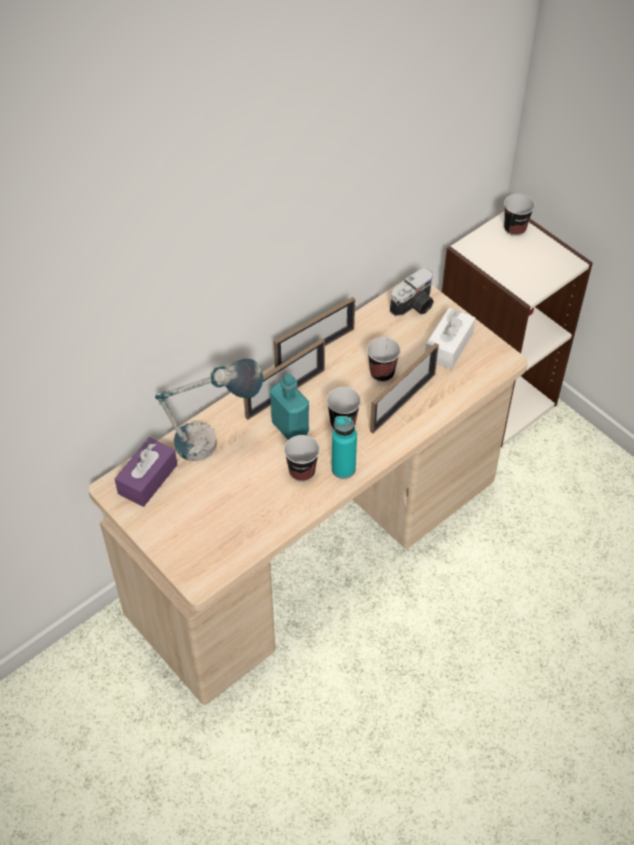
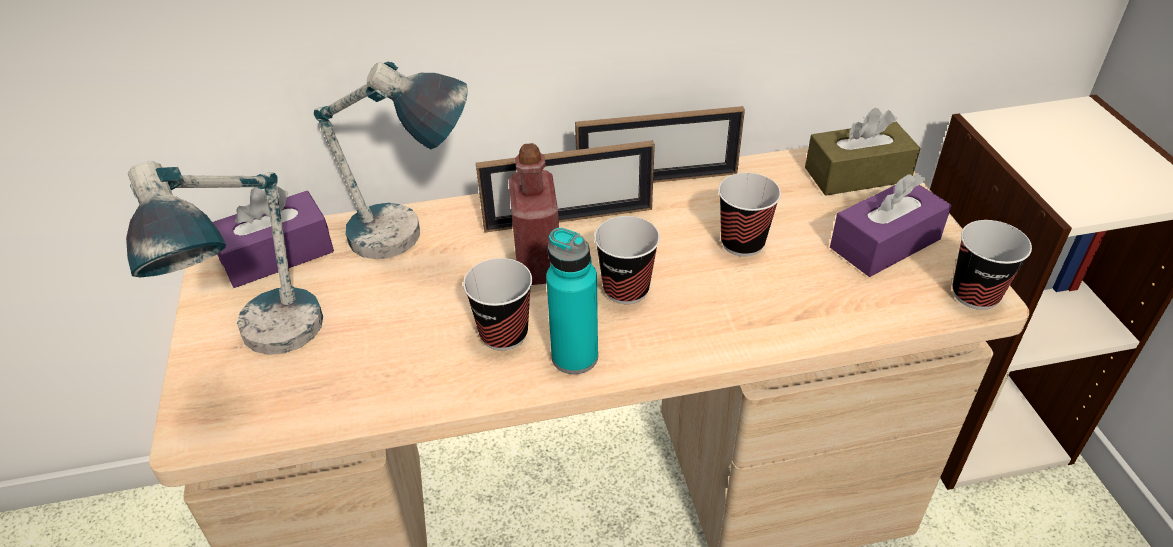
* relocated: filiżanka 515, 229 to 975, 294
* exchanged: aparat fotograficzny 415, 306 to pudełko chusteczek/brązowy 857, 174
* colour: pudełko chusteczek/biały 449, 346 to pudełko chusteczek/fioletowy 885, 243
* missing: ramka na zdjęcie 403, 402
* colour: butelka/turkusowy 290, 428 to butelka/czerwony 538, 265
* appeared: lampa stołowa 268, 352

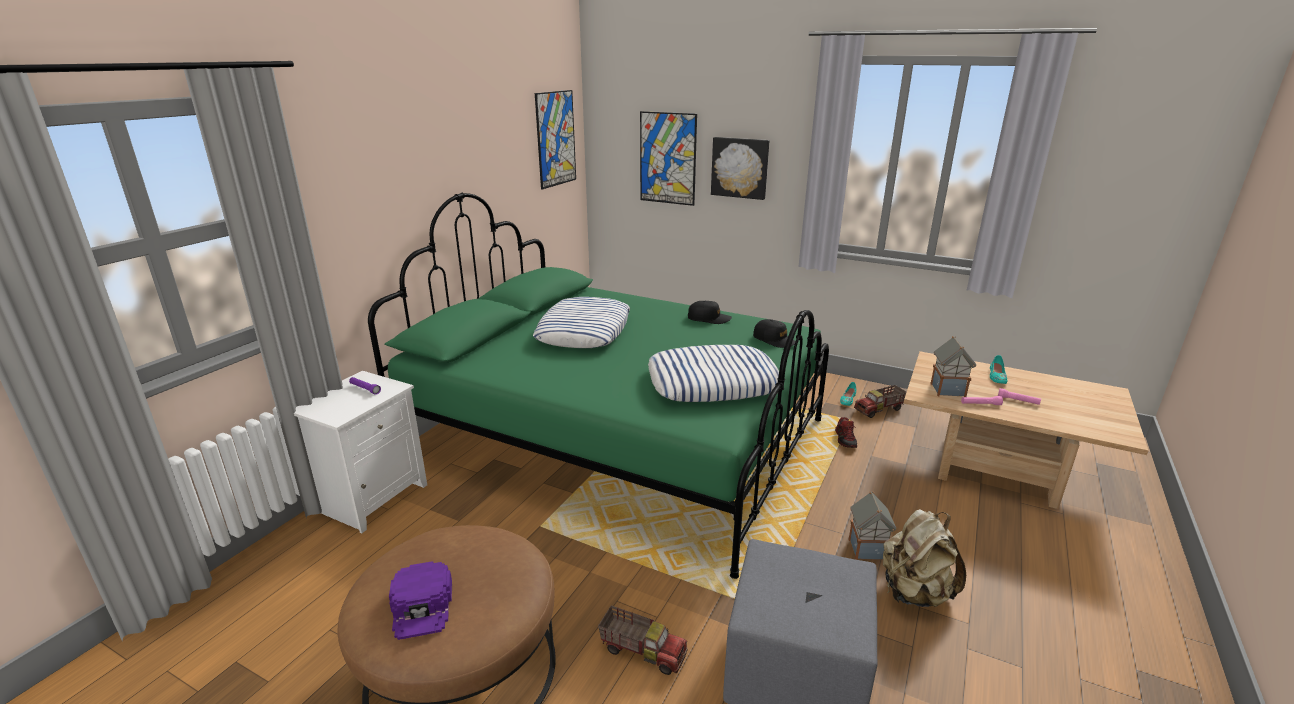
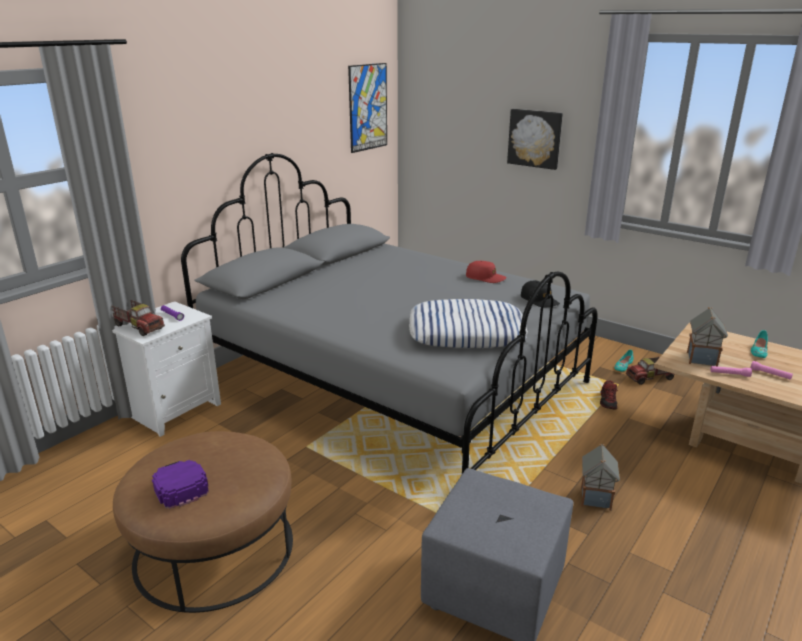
* missing: obraz 667, 158
* colour: łóżko/zielony 618, 439 to łóżko/szary 393, 382
* missing: poduszka 584, 330
* colour: czapka z daszkiem/czarny 709, 318 to czapka z daszkiem/czerwony 485, 278
* missing: plecak/beżowy 914, 592
* spun: czapka z daszkiem/fioletowy 422, 605 = 178, 485 150 degrees clockwise
* relocated: ciężarówka zabawkowa 643, 651 to 138, 326

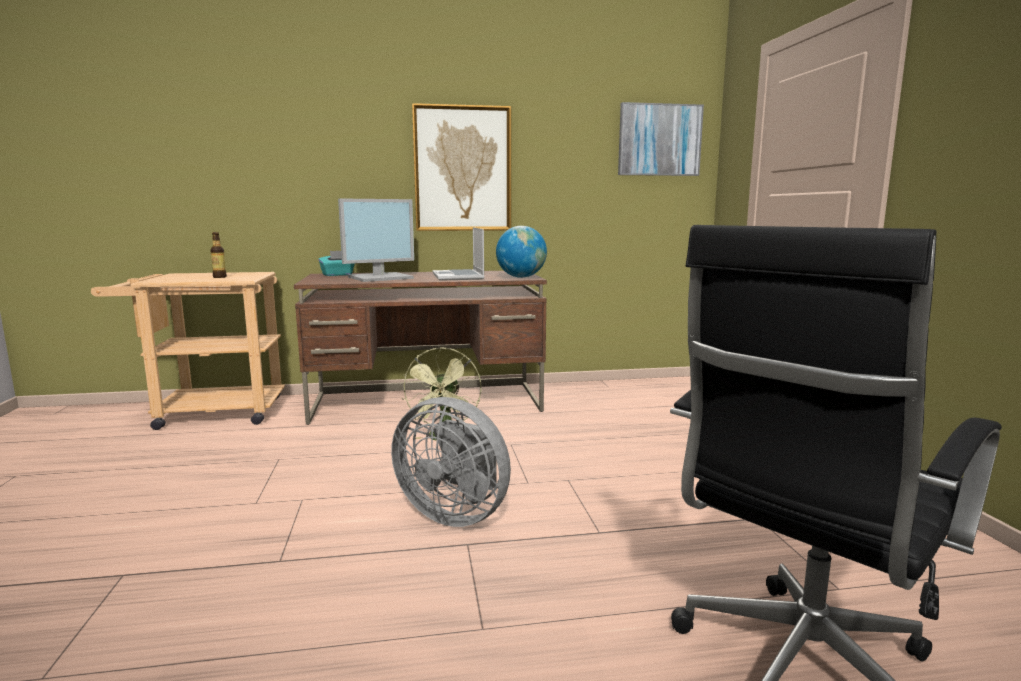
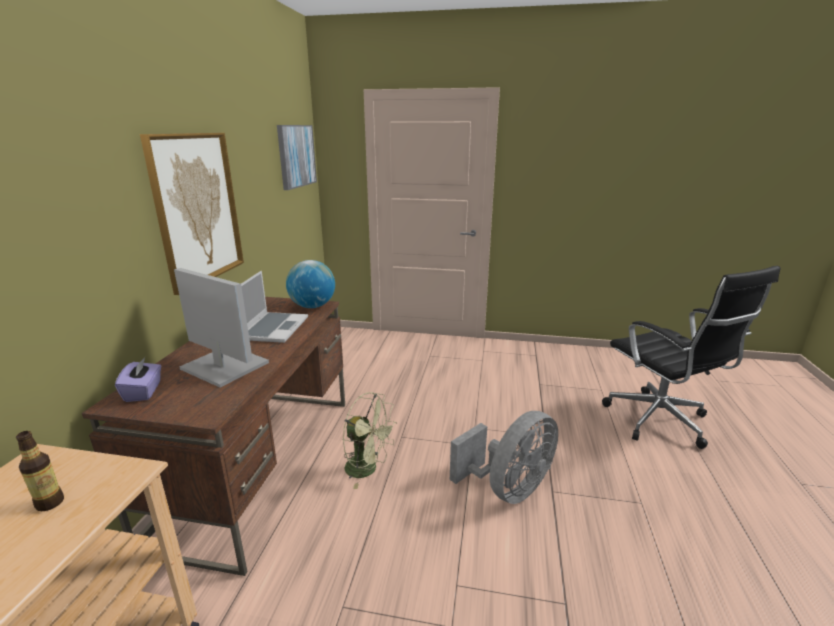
* spun: monitor 381, 277 = 223, 366 45 degrees counterclockwise
* spun: laptop 459, 277 = 274, 328 90 degrees counterclockwise
* colour: pudełko chusteczek/turkusowy 337, 275 to pudełko chusteczek/fioletowy 144, 392

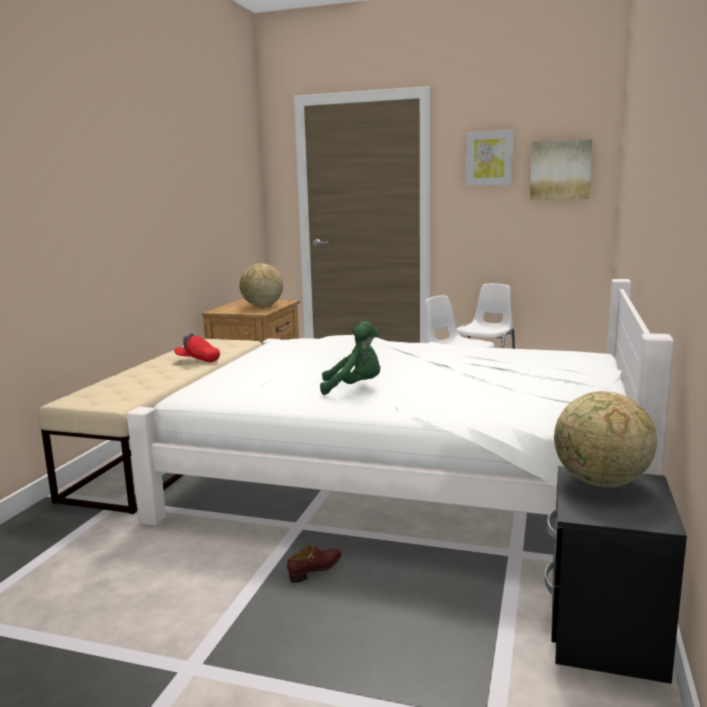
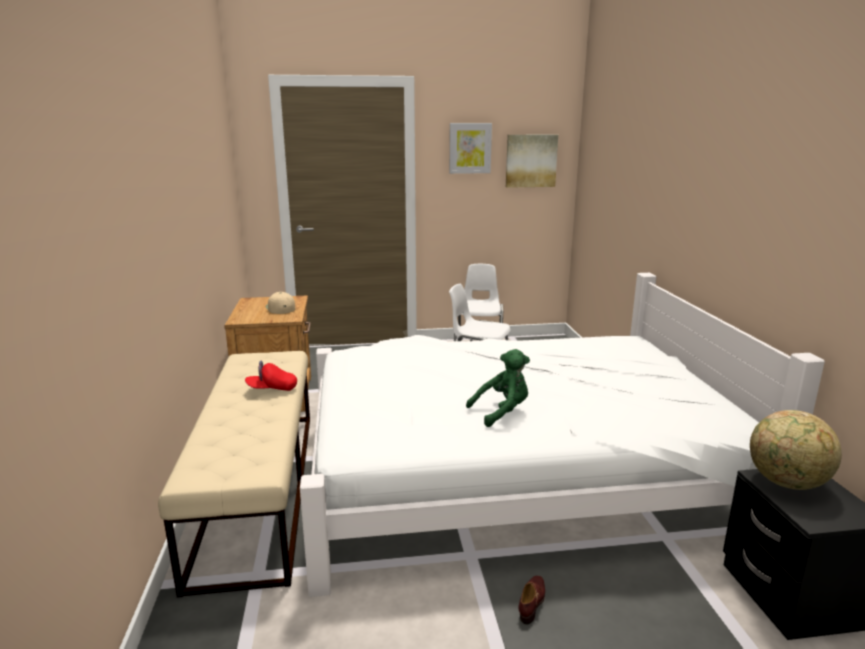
* exchanged: globus 262, 306 to czapka z daszkiem/beżowy 280, 308

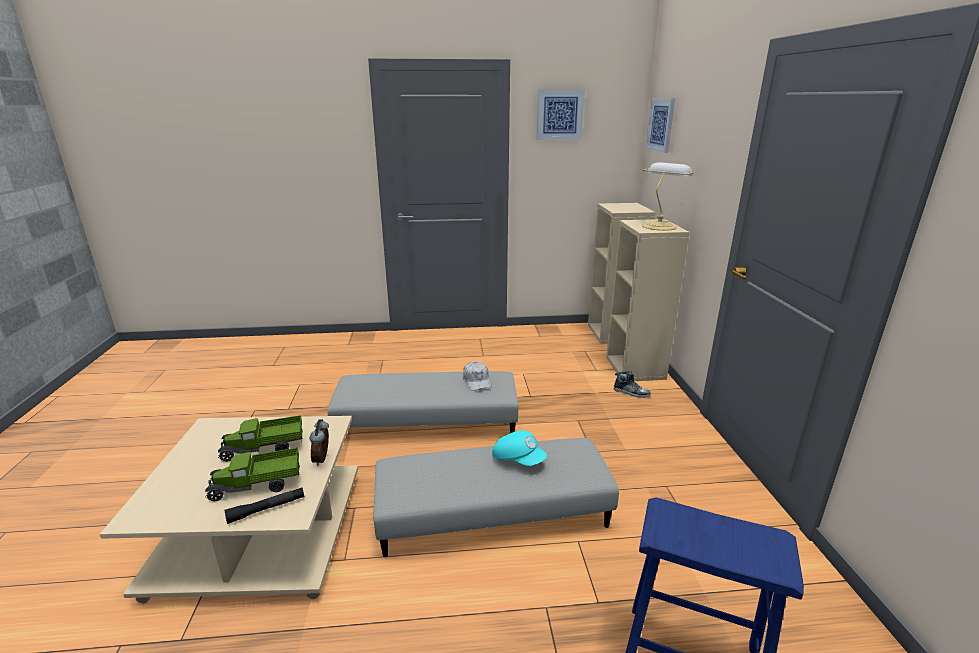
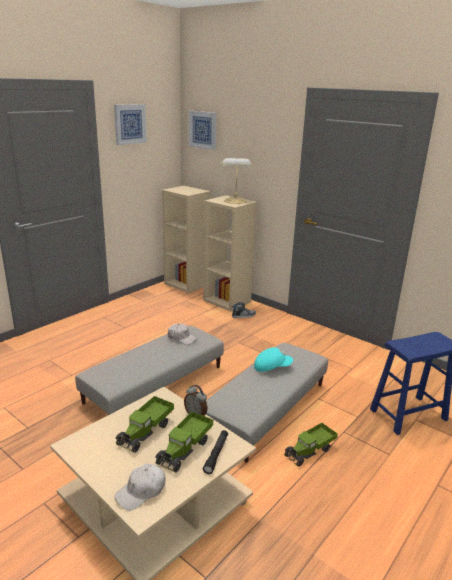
* appeared: ciężarówka zabawkowa 310, 451
* appeared: czapka z daszkiem/biały 141, 491

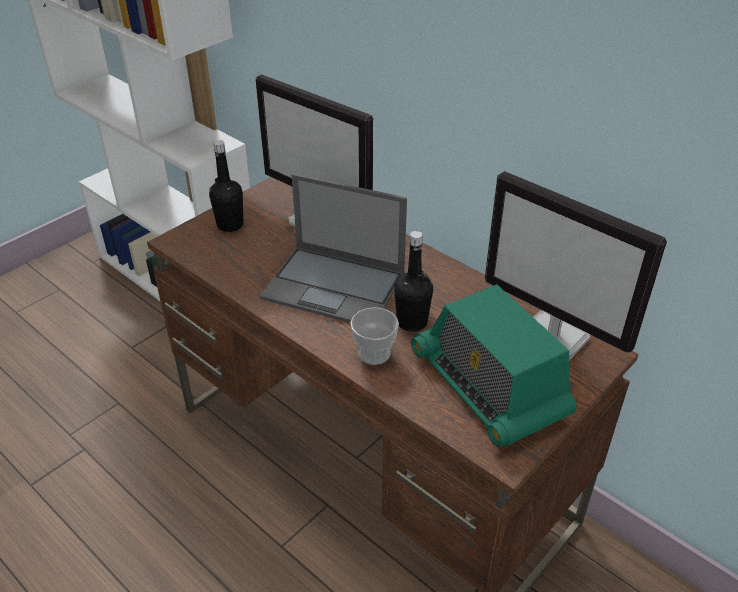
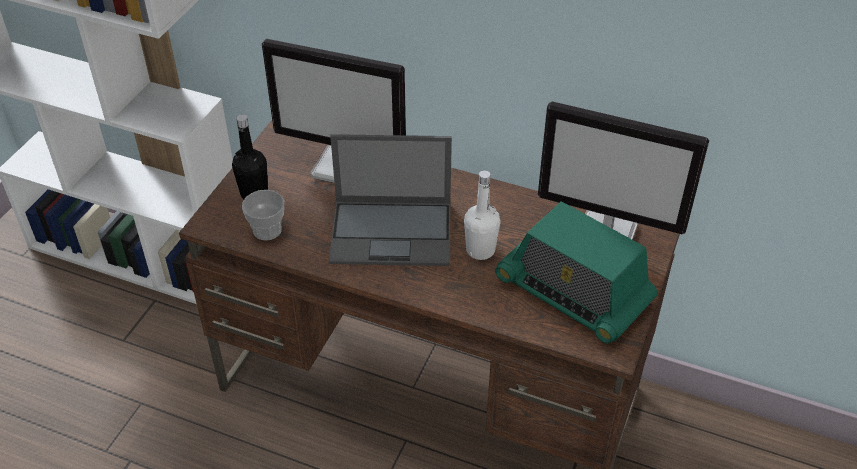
* colour: butelka/czarny 412, 322 to butelka/biały 480, 250
* relocated: filiżanka 374, 353 to 267, 230

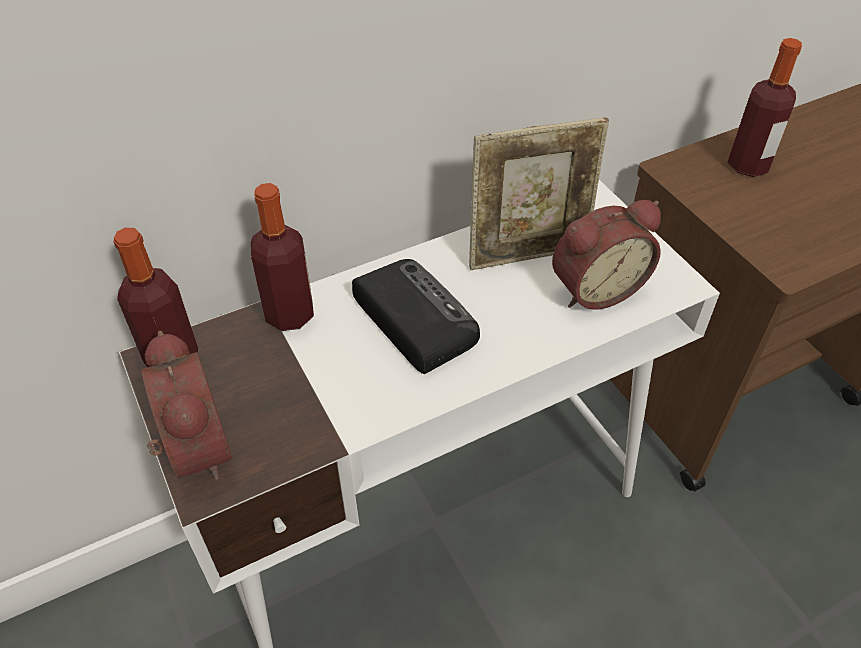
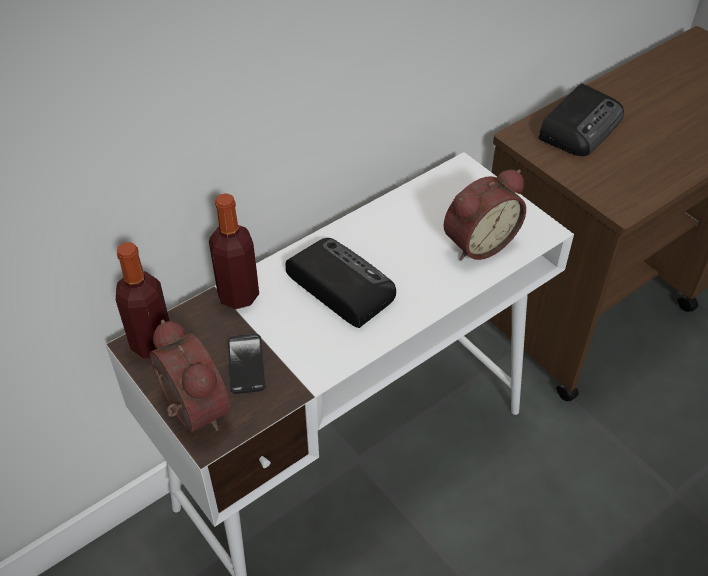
* exchanged: butelka 748, 165 to radio 580, 126
* missing: ramka na zdjęcie 528, 254
* appeared: telefon 246, 364

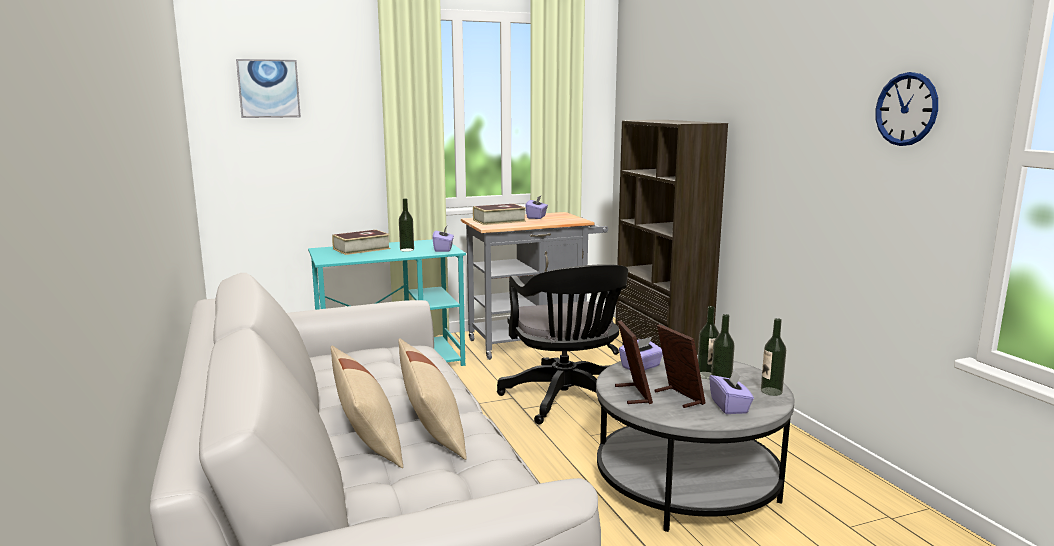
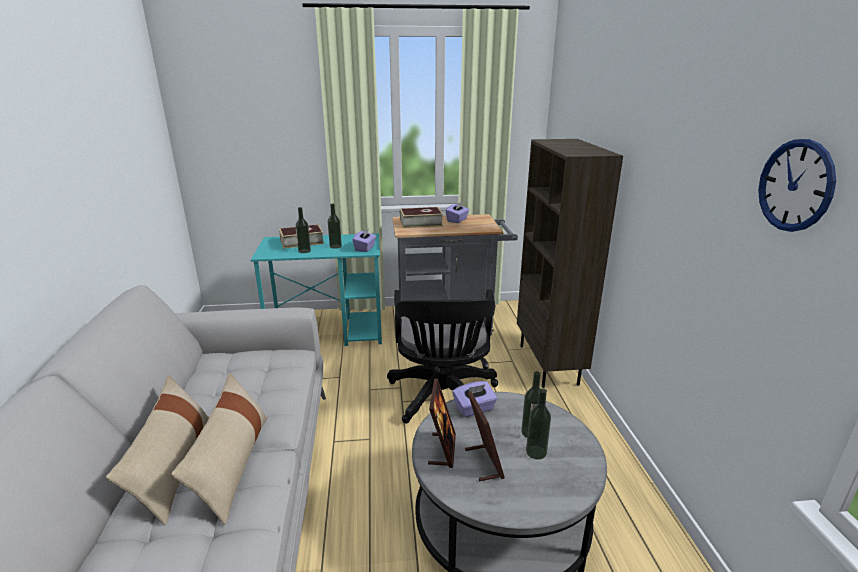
* missing: obraz 268, 88
* relocated: butelka 771, 391 to 304, 251
* missing: pudełko chusteczek/fioletowy 730, 406

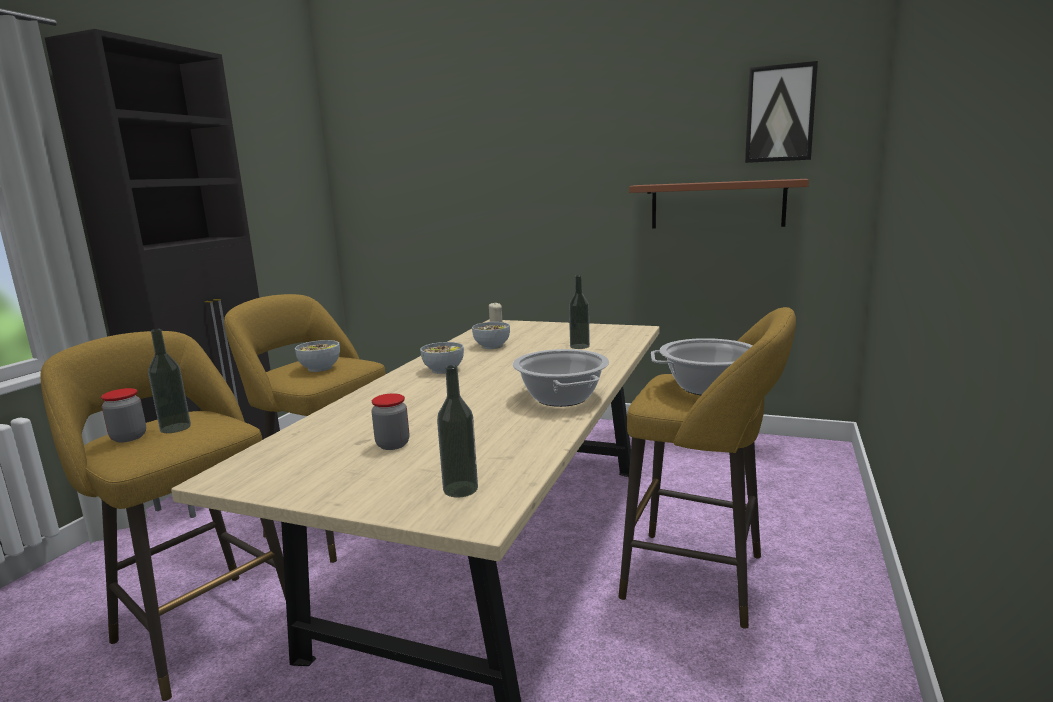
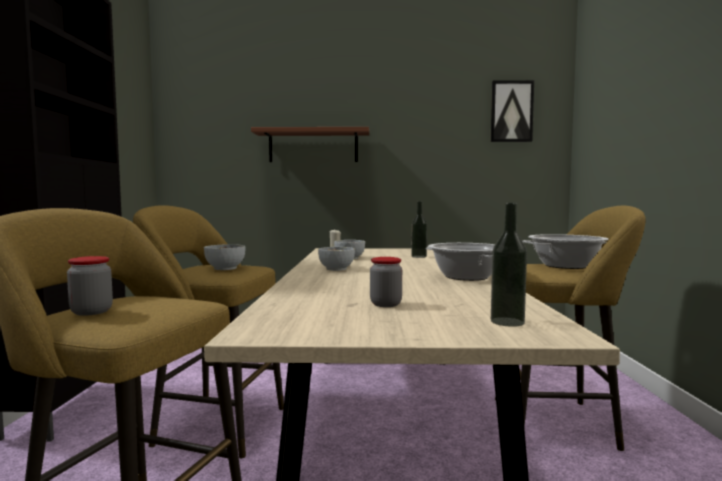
* relocated: półka/brązowy 717, 205 to 313, 146
* missing: butelka 175, 428

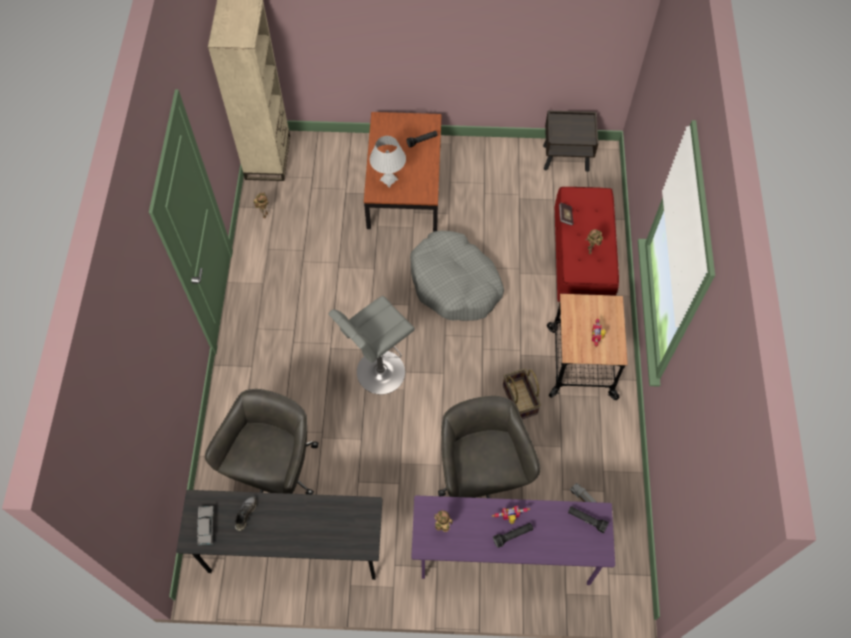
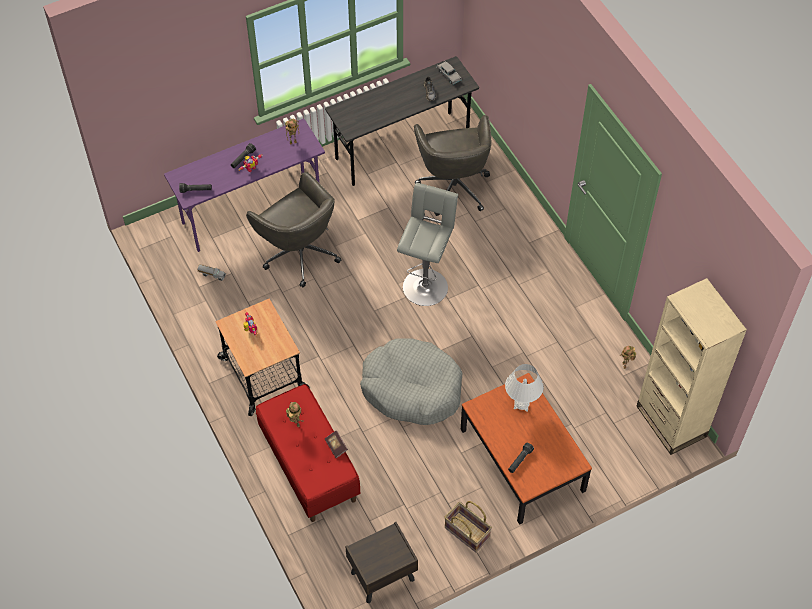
* relocated: koszyk 520, 399 to 466, 533

